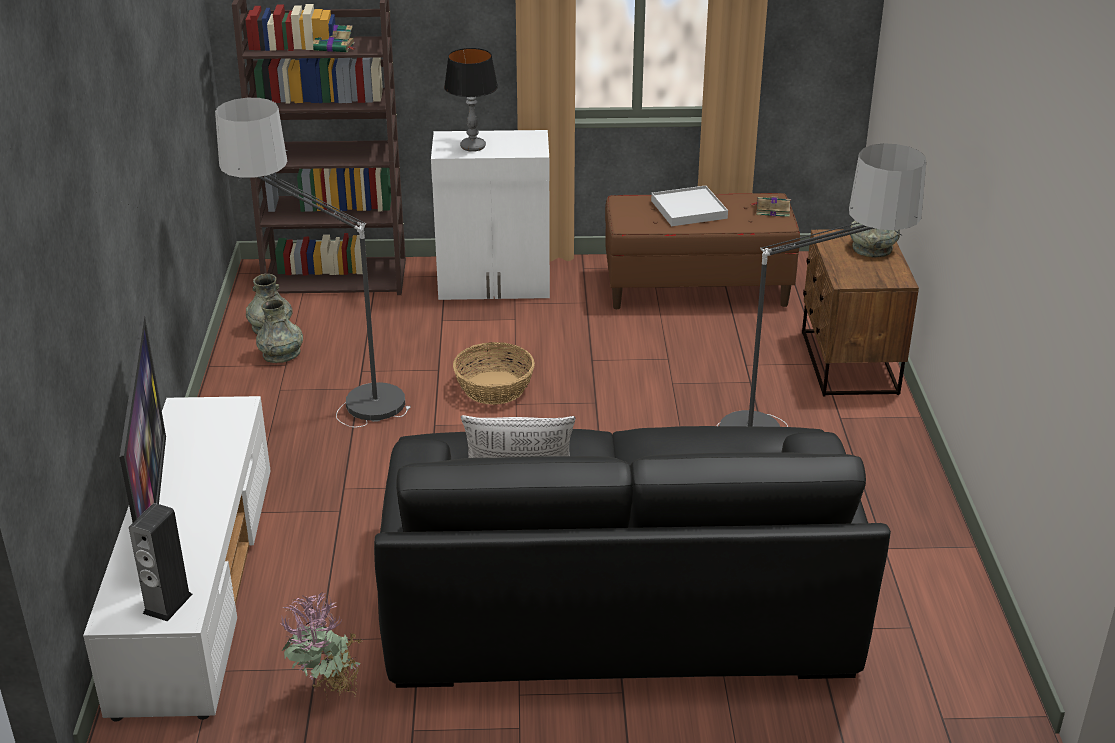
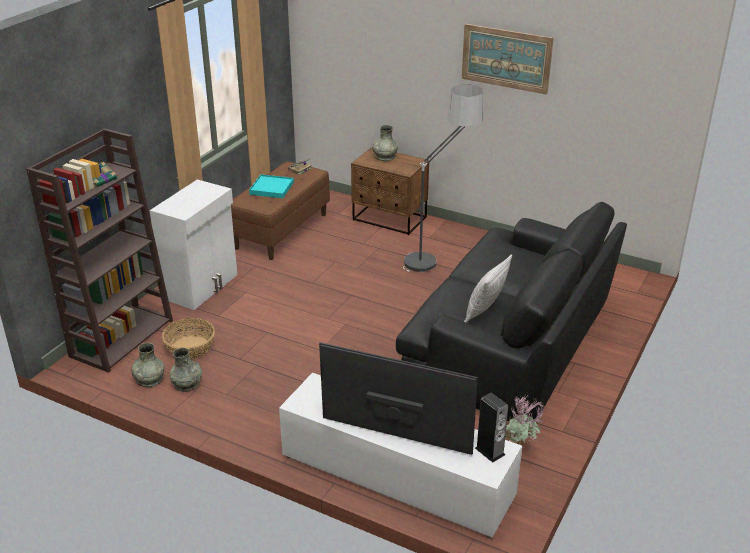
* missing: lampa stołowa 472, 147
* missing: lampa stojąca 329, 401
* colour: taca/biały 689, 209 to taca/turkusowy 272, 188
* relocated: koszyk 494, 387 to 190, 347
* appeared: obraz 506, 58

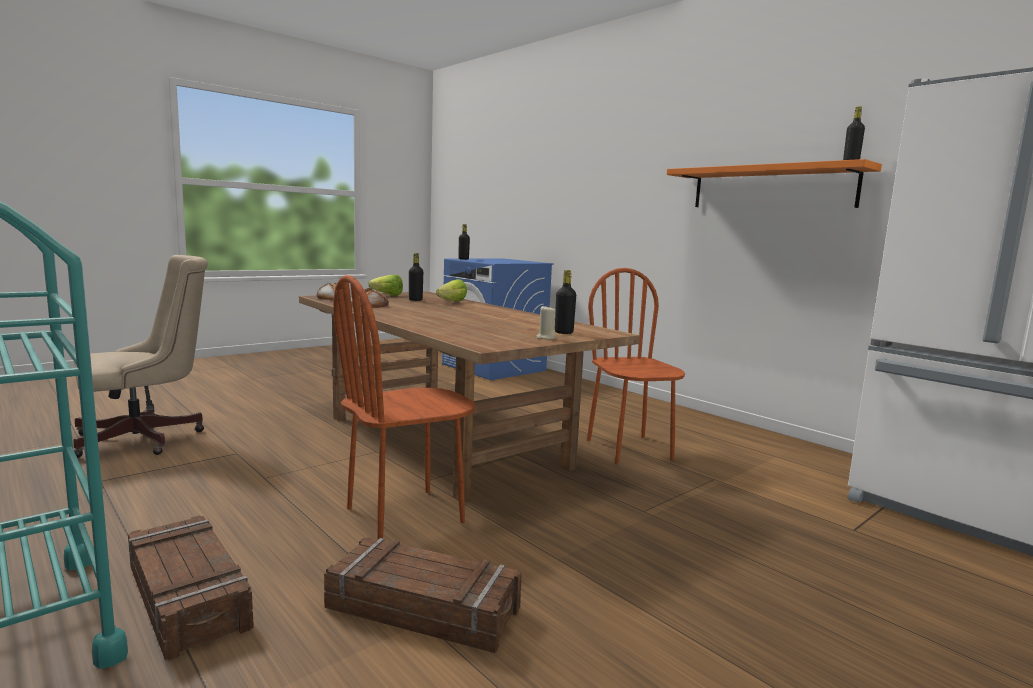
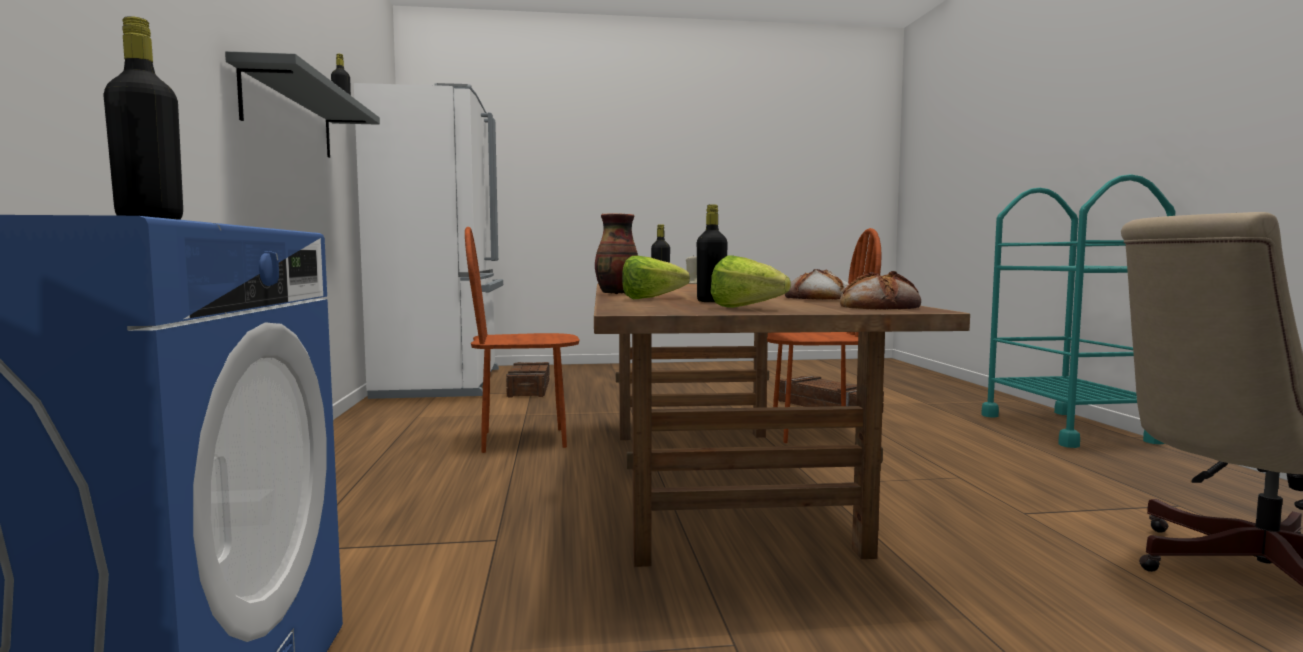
* colour: półka/pomarańczowy 771, 188 to półka/szary 289, 115
* spun: krzesło/brązowy 629, 449 = 524, 440 60 degrees clockwise
* relocated: skrzynka 186, 597 to 530, 388
* appeared: wazon 617, 293

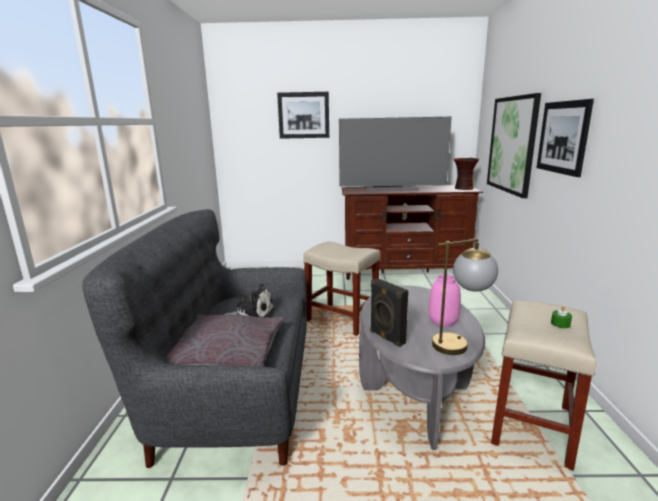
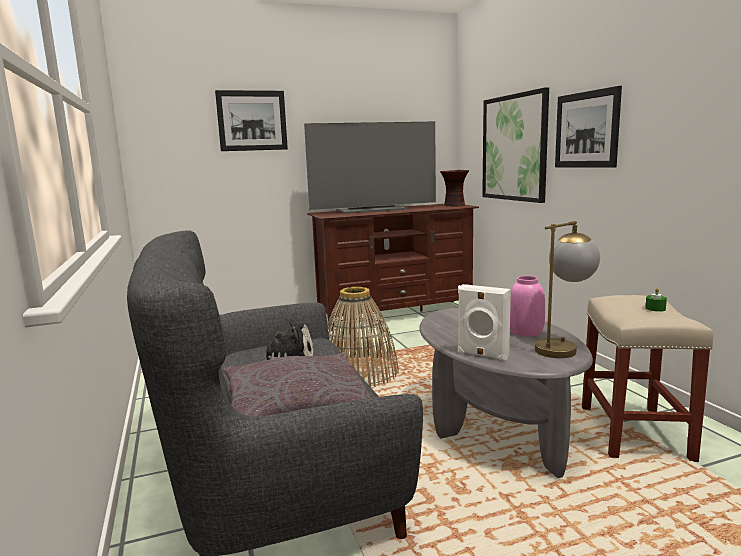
* exchanged: stołek/beżowy 343, 319 to koszyk 358, 372
* colour: głośnik/czarny 386, 337 to głośnik/biały 482, 355

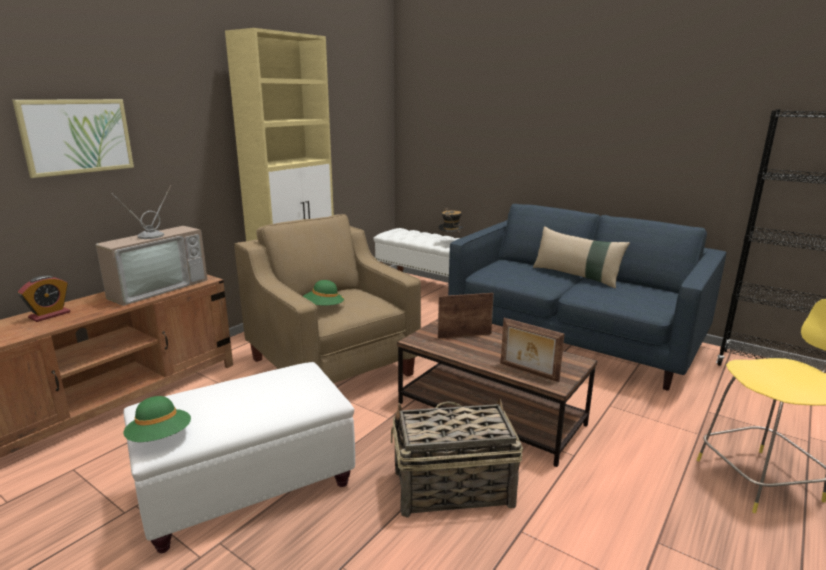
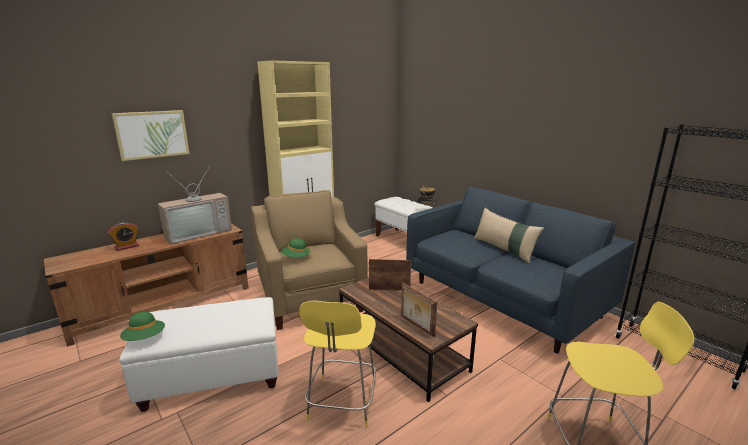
* exchanged: koszyk 451, 488 to stołek/żółty 342, 403

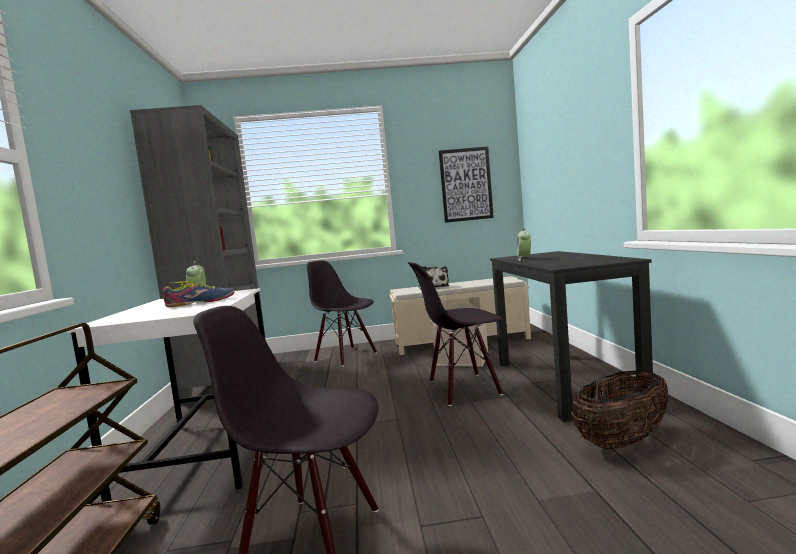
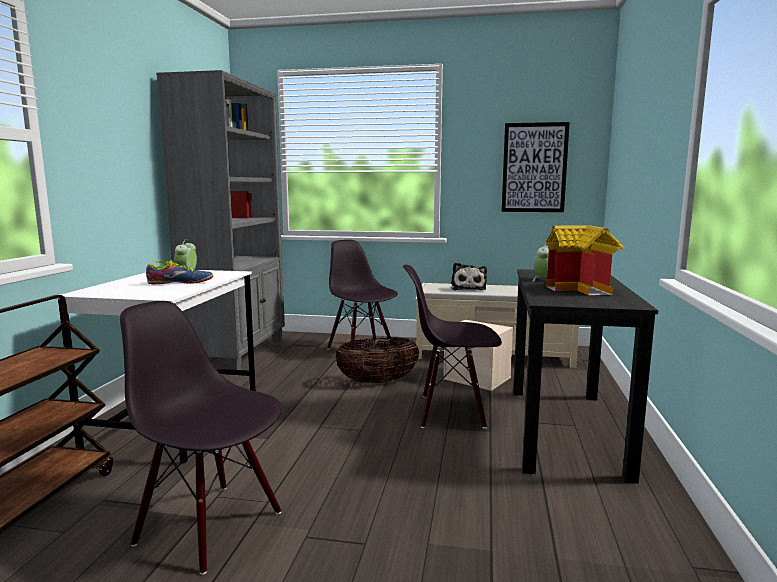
* relocated: koszyk 623, 441 to 377, 381
* appeared: domek 582, 289

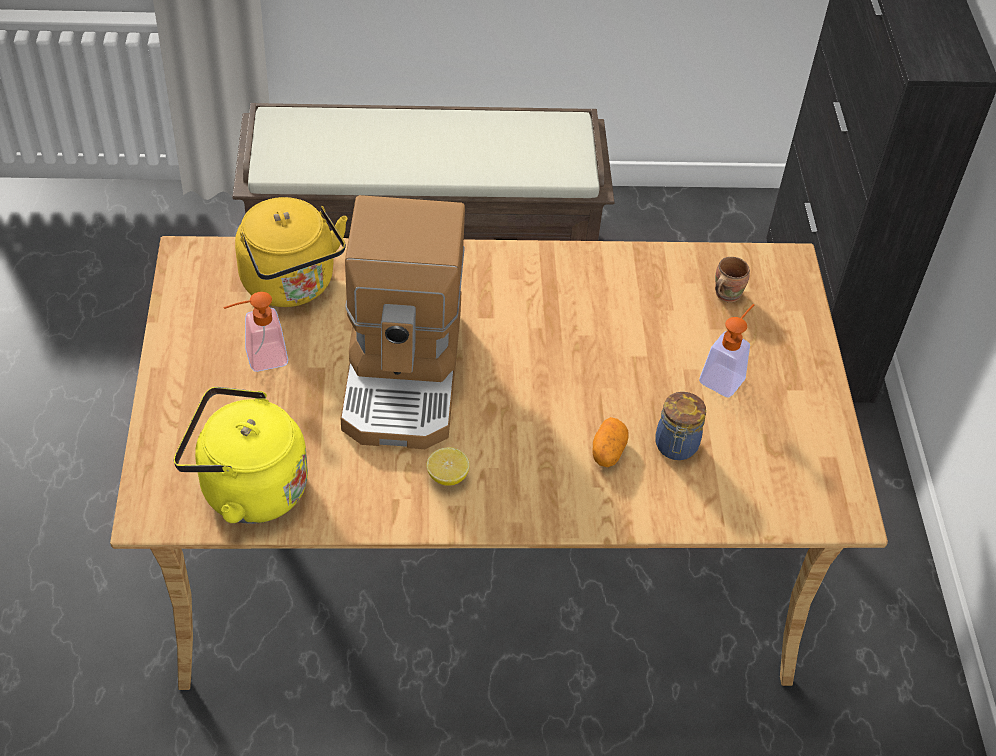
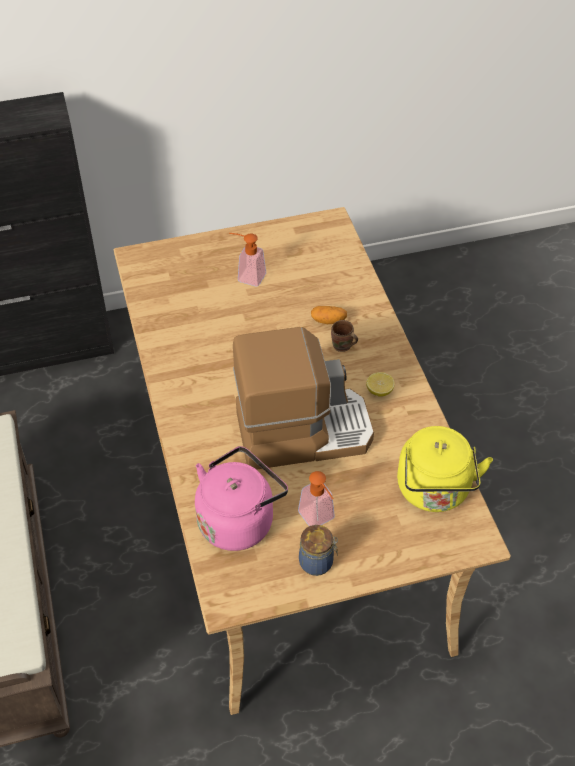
* colour: czajnik/żółty 291, 285 to czajnik/różowy 239, 520
* relocated: kubek/brązowy 725, 294 to 342, 347
* relocated: słoik 676, 447 to 317, 562

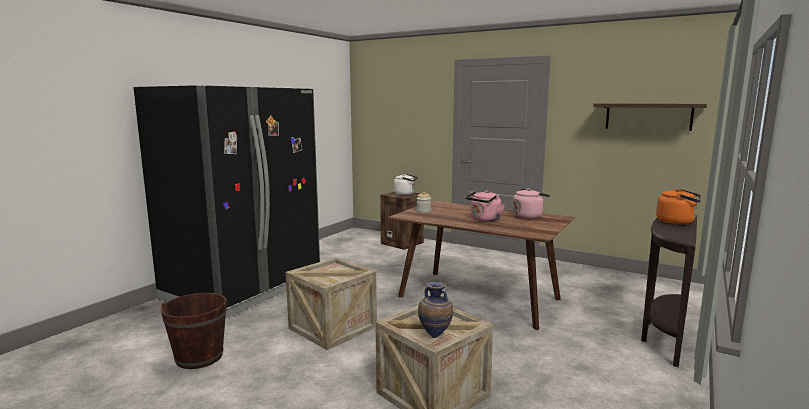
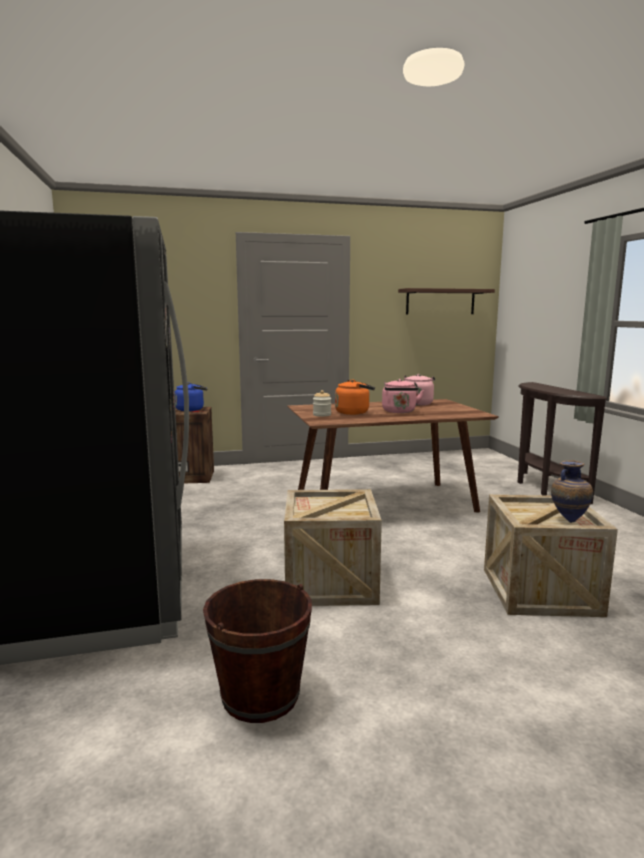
* colour: czajnik/biały 405, 194 to czajnik/niebieski 191, 409
* relocated: czajnik/pomarańczowy 677, 222 to 354, 412

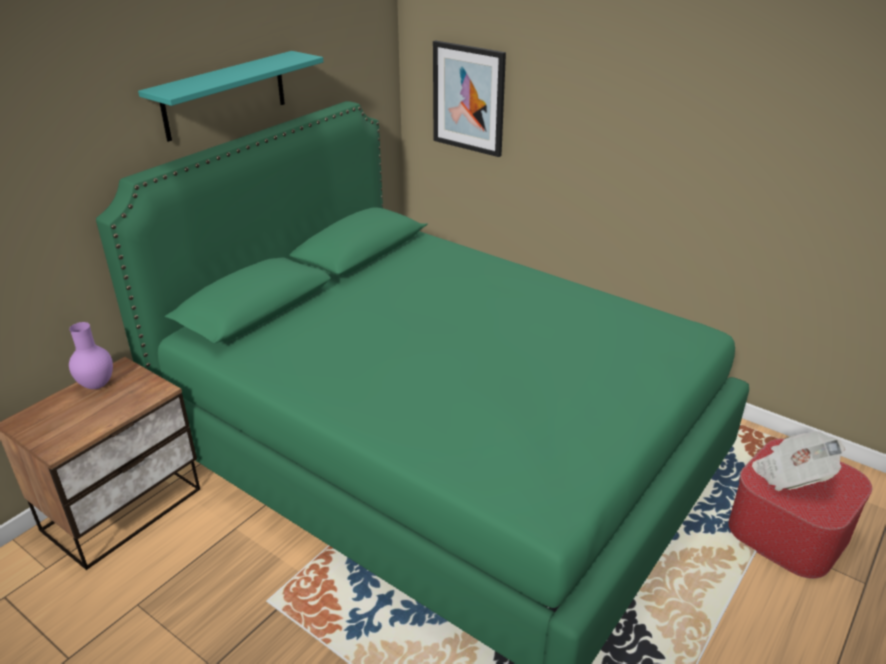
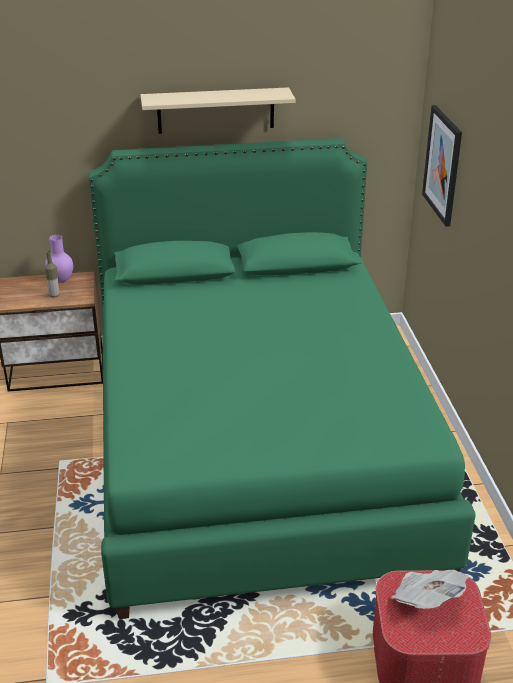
* colour: półka/turkusowy 225, 95 to półka/beżowy 215, 110
* appeared: butelka 54, 295

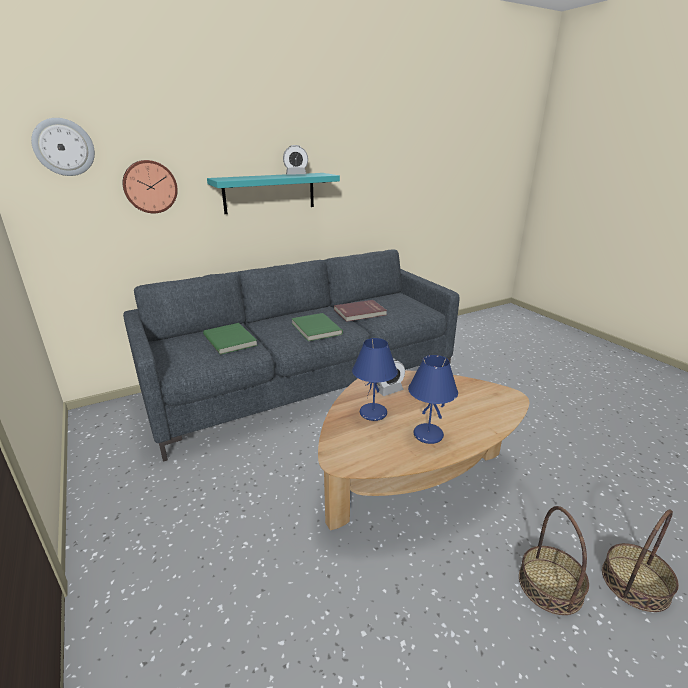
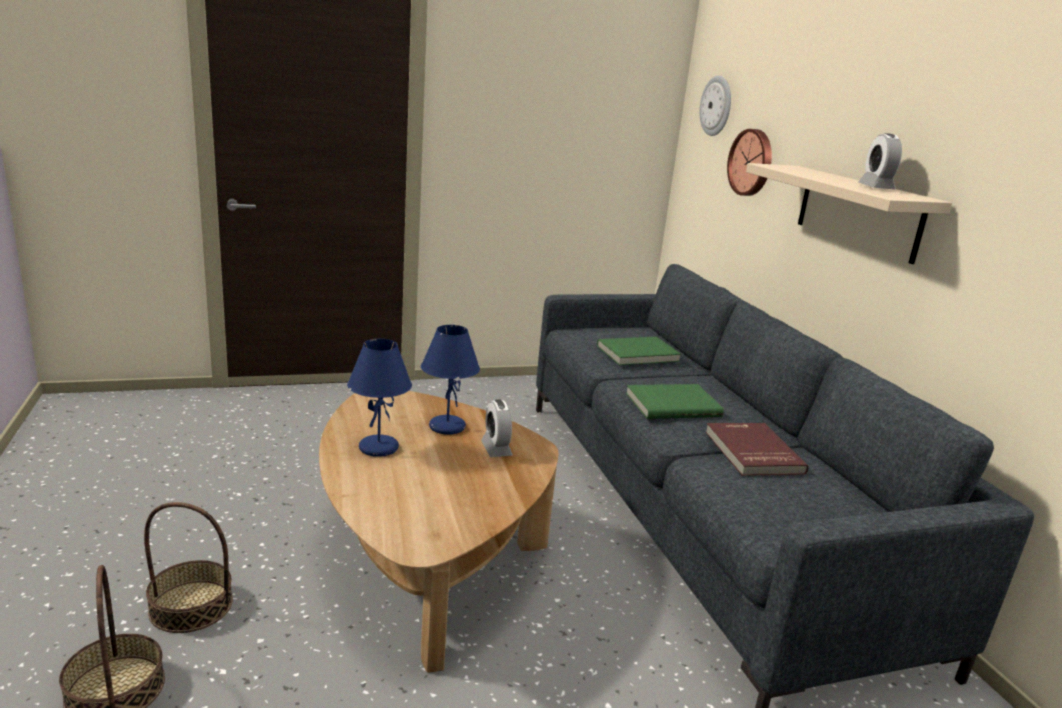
* colour: półka/turkusowy 269, 193 to półka/beżowy 858, 212

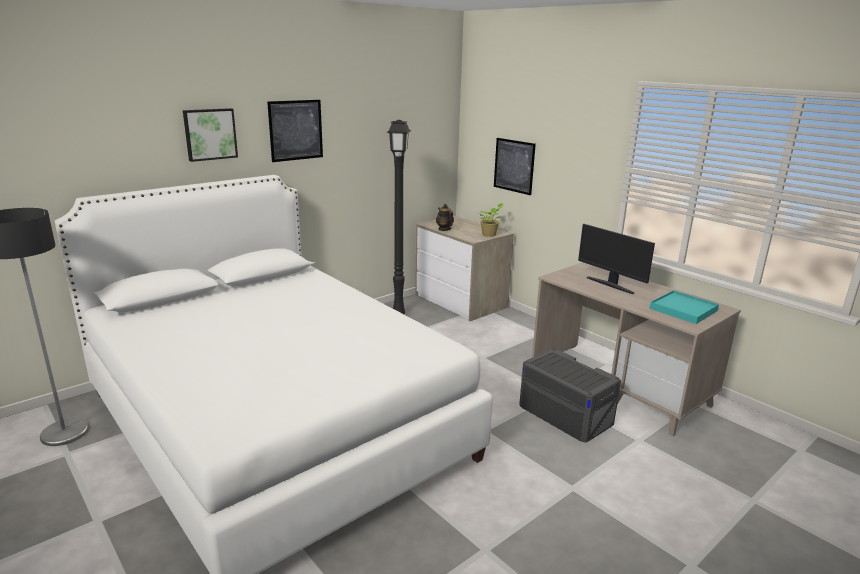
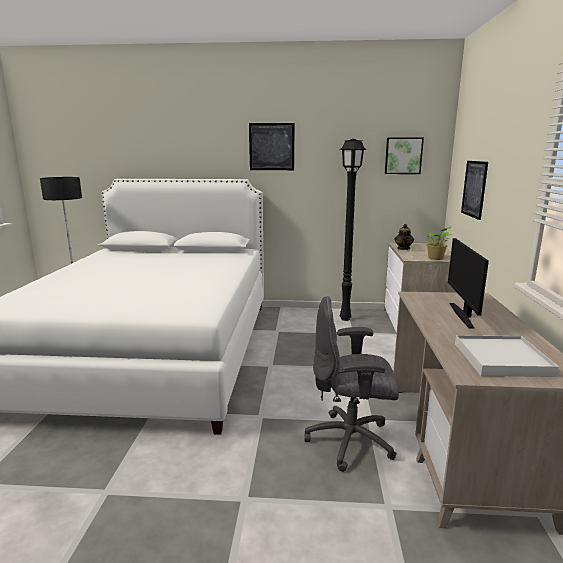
* relocated: obraz 210, 134 to 403, 156
* colour: taca/turkusowy 683, 309 to taca/biały 501, 359
* exchanged: pojemnik do przechowywania/szary 565, 414 to krzesło biurowe/szary 351, 441

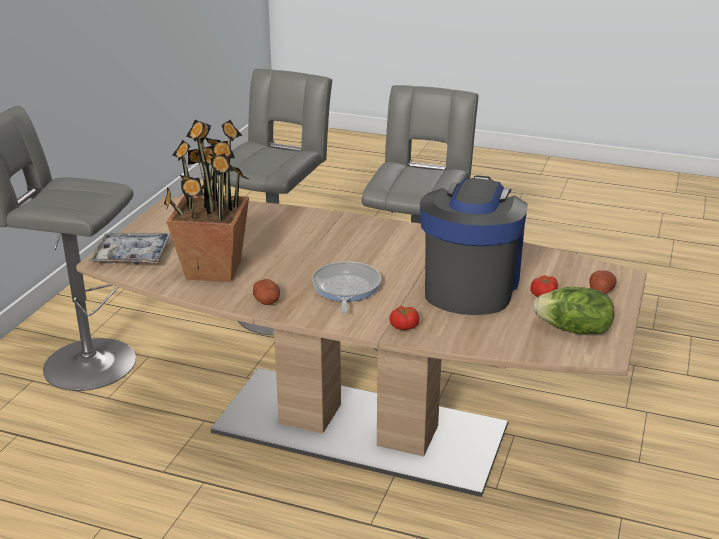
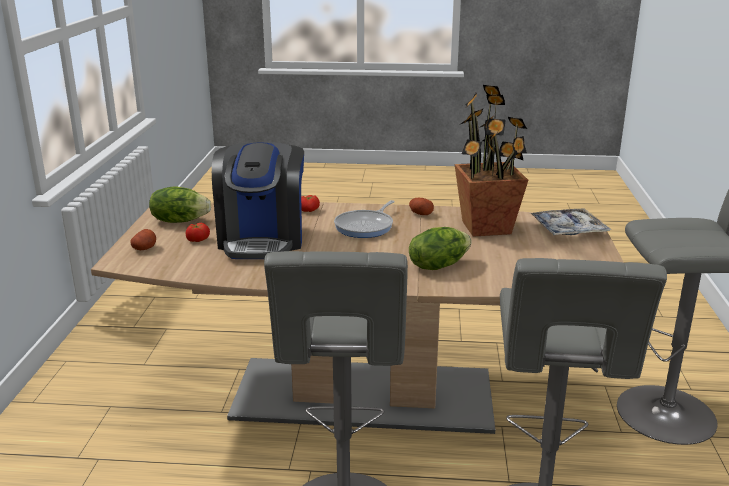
* spun: patelnia 345, 289 = 366, 226 45 degrees clockwise
* appeared: sałata 438, 265

